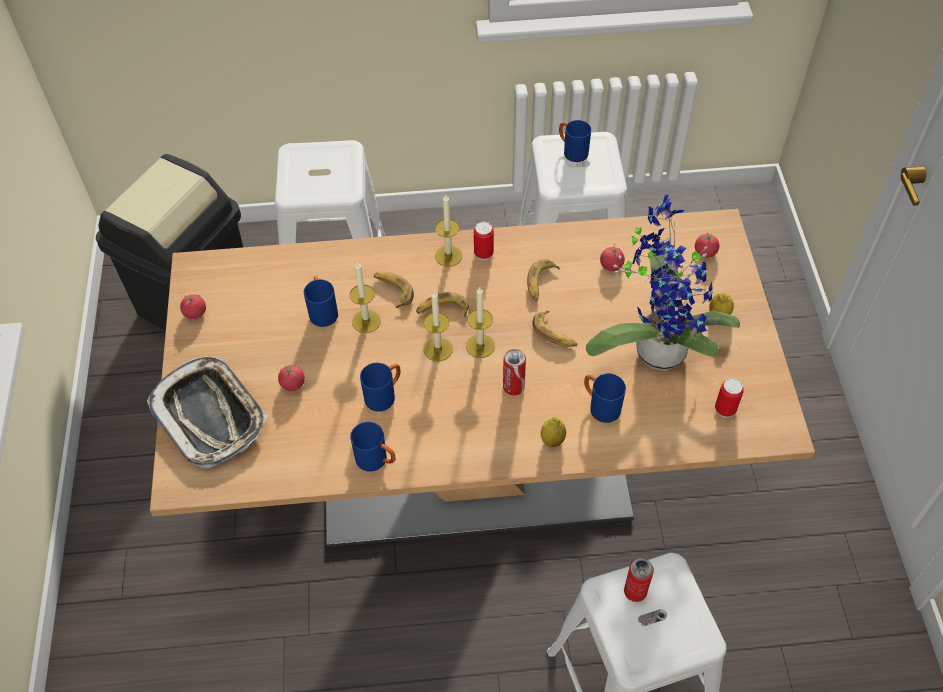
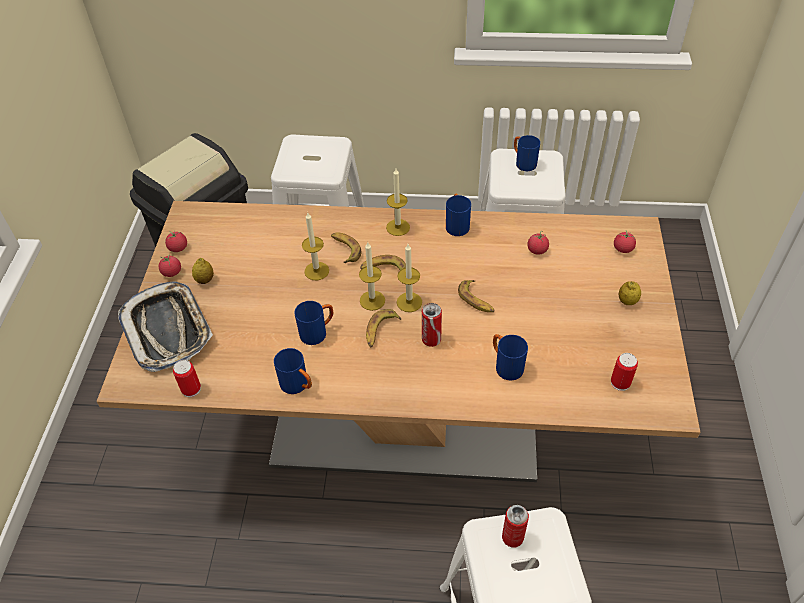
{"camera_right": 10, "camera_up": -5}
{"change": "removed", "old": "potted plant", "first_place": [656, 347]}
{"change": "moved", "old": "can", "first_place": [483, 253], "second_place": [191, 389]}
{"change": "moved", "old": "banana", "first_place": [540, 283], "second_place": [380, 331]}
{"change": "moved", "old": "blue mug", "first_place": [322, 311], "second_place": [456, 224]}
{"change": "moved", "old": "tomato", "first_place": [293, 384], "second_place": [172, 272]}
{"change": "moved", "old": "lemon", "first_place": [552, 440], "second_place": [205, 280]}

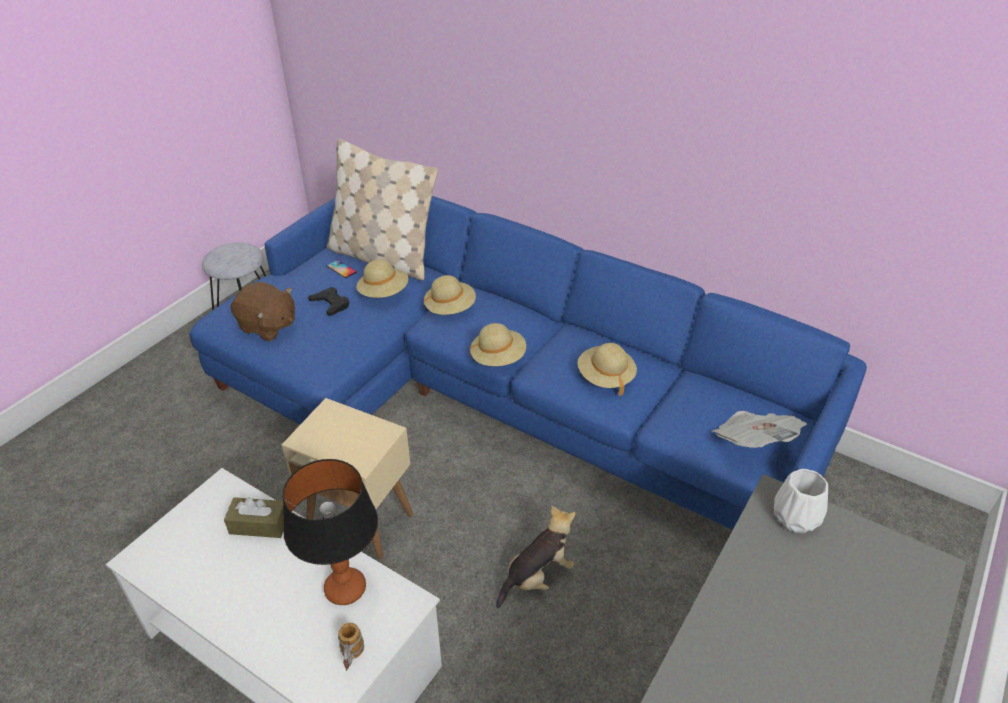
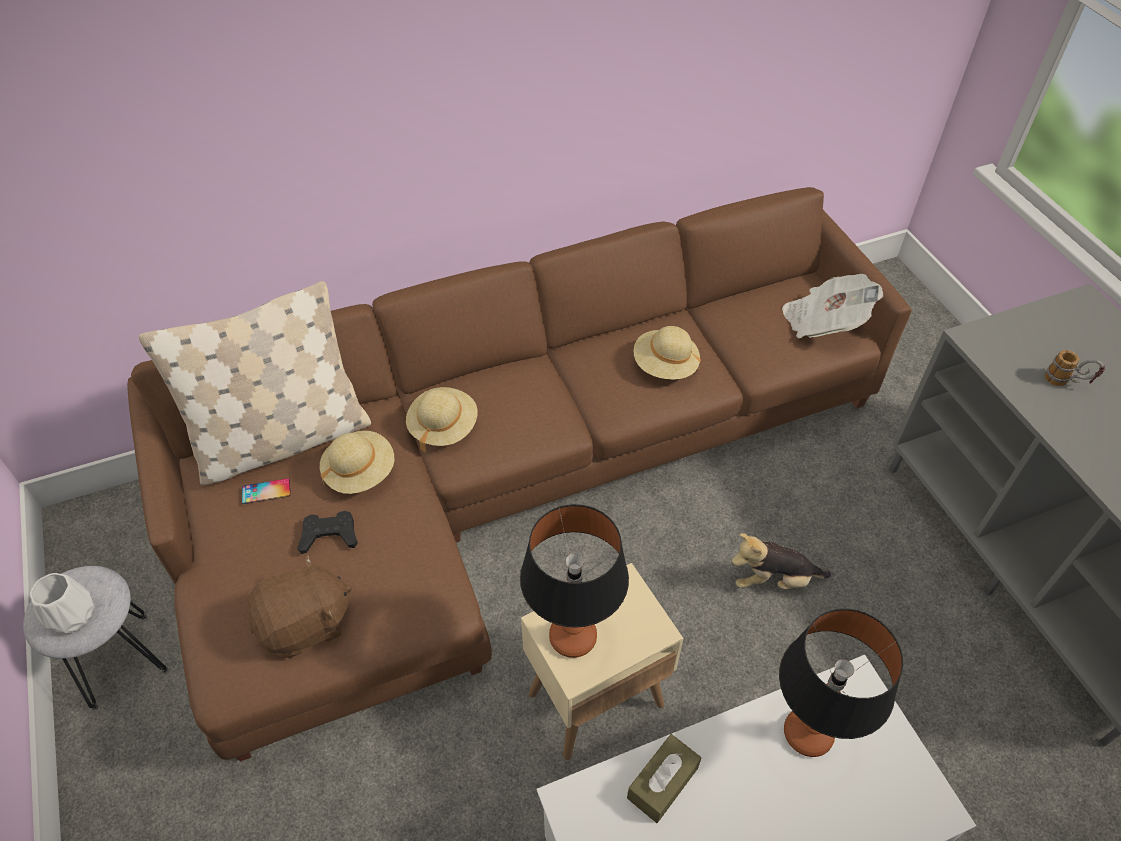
{"camera_right": -55, "camera_up": 10}
{"change": "recoloured", "old": "blue sofa", "new": "brown sofa", "first_place": [492, 392], "second_place": [507, 478]}
{"change": "removed", "old": "beige hat", "first_place": [498, 358]}
{"change": "moved", "old": "white vase", "first_place": [796, 518], "second_place": [73, 615]}
{"change": "turned", "old": "plush toy", "first_place": [537, 576], "second_place": [773, 579], "degrees": -90}
{"change": "moved", "old": "mug", "first_place": [351, 659], "second_place": [1067, 382]}
{"change": "added", "new": "table lamp", "second_place": [572, 636]}

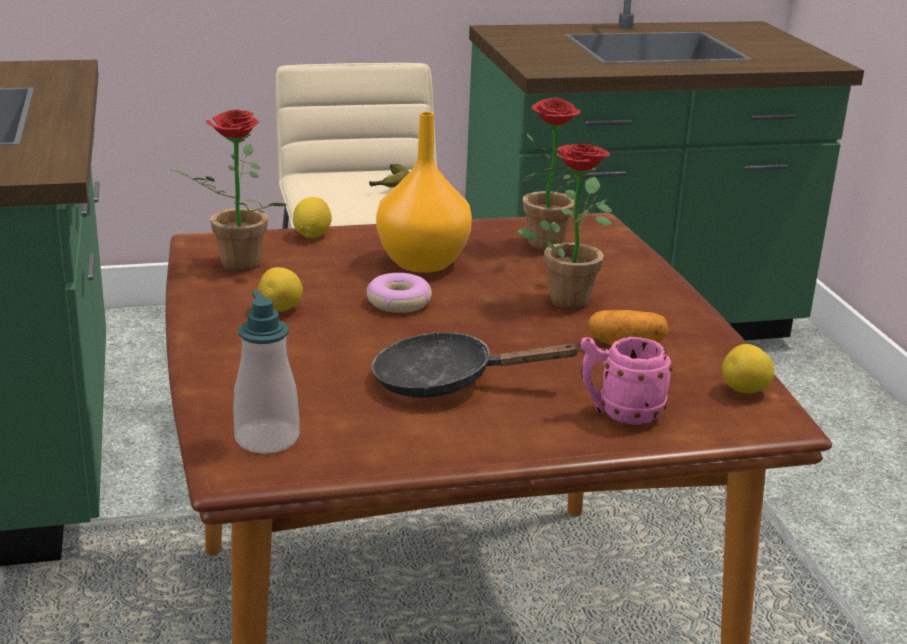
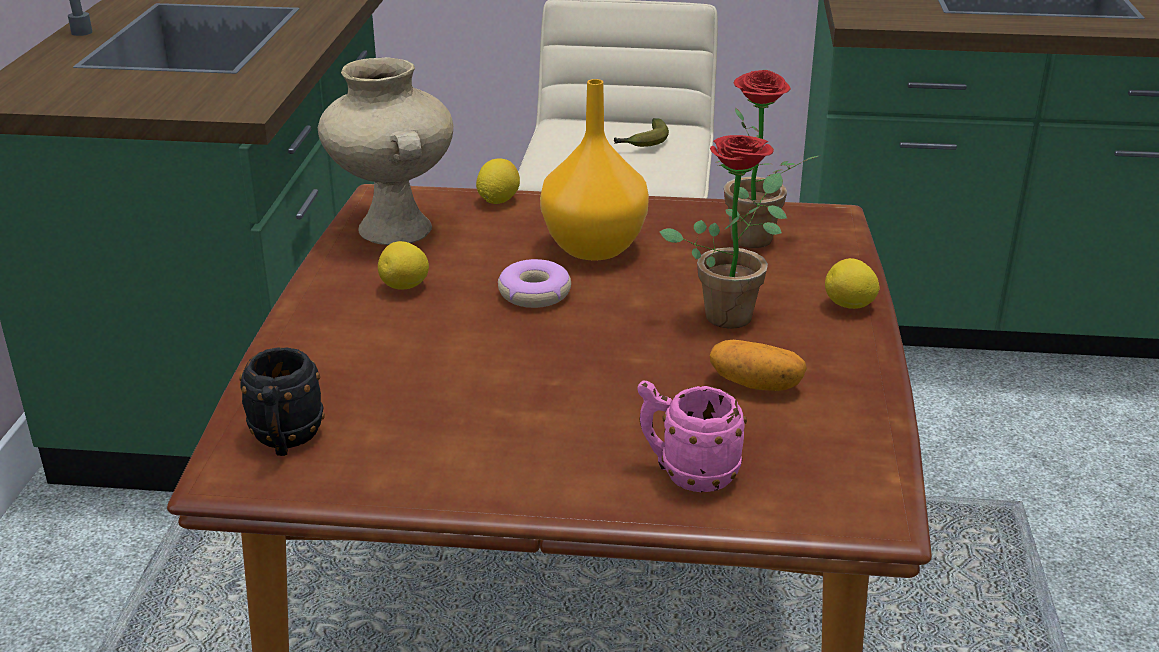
{"camera_right": 20, "camera_up": 5}
{"change": "replaced", "old": "potted plant", "new": "beige vase", "first_place": [233, 266], "second_place": [392, 228]}
{"change": "replaced", "old": "soap dispenser", "new": "black mug", "first_place": [267, 439], "second_place": [285, 441]}
{"change": "removed", "old": "black frying pan", "first_place": [445, 381]}
{"change": "moved", "old": "lemon", "first_place": [745, 391], "second_place": [849, 306]}

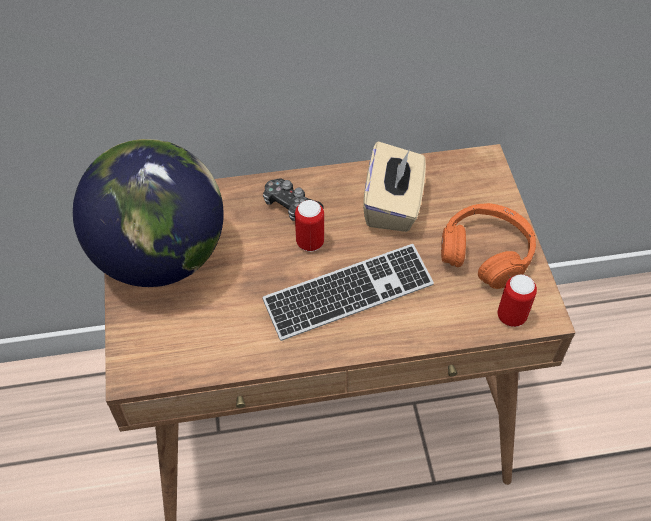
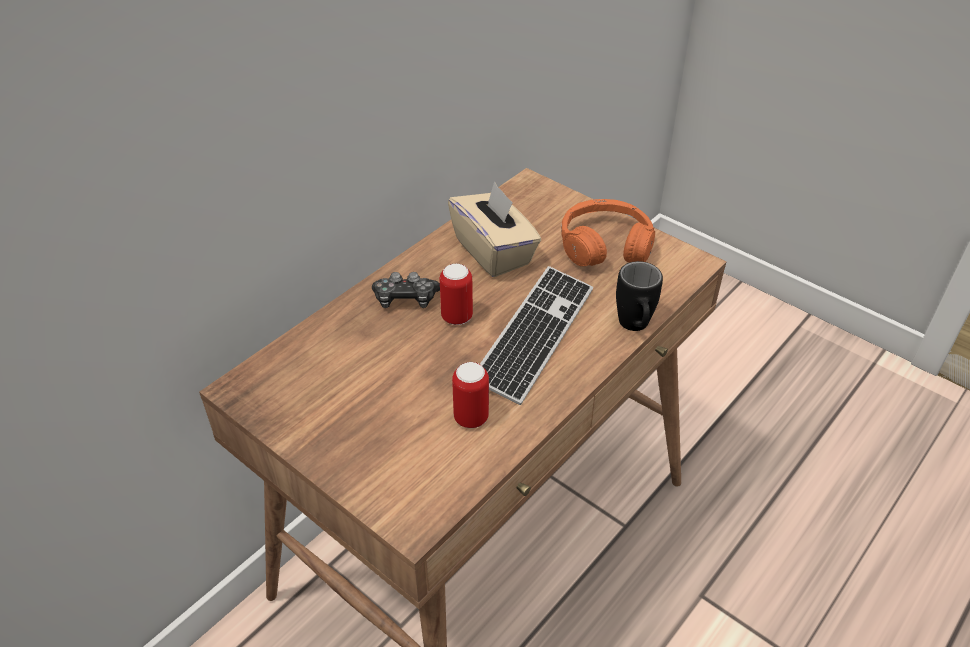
{"camera_right": -40, "camera_up": -10}
{"change": "removed", "old": "globe", "first_place": [161, 257]}
{"change": "moved", "old": "can", "first_place": [511, 316], "second_place": [471, 418]}
{"change": "added", "new": "black mug", "second_place": [635, 328]}

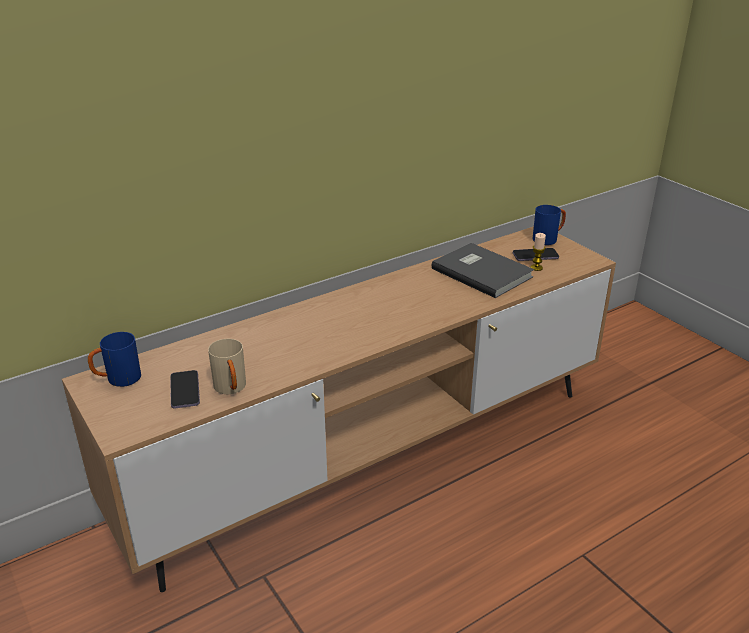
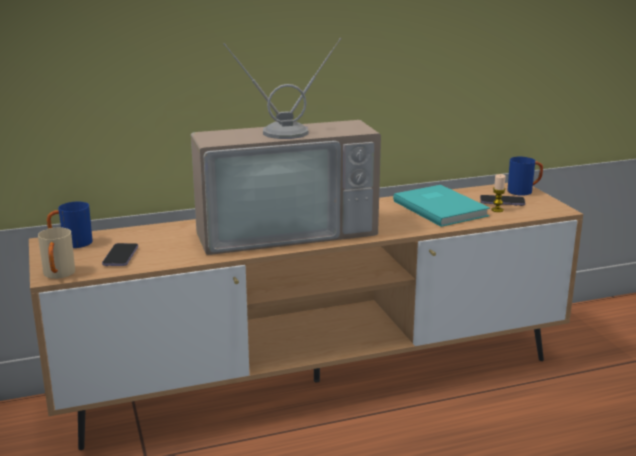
{"camera_right": 15, "camera_up": -10}
{"change": "recoloured", "old": "grey book", "new": "turquoise book", "first_place": [482, 271], "second_place": [441, 207]}
{"change": "moved", "old": "beige mug", "first_place": [231, 389], "second_place": [58, 275]}
{"change": "added", "new": "television", "second_place": [285, 229]}

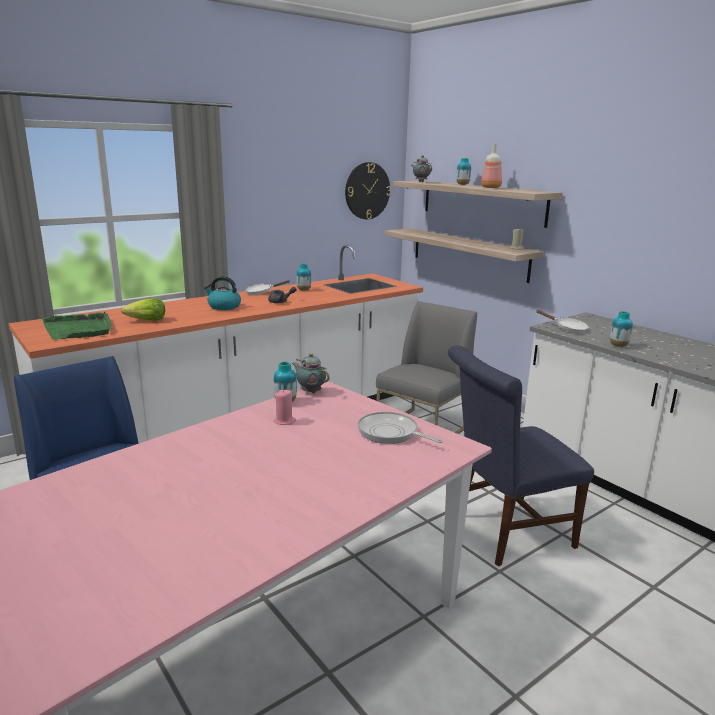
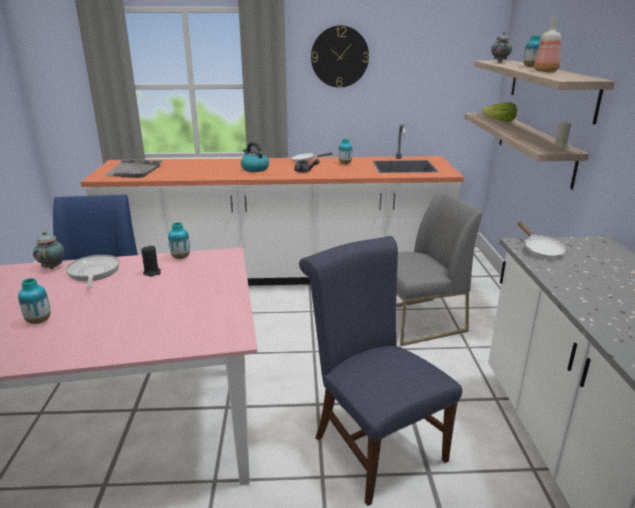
{"camera_right": 35, "camera_up": 5}
{"change": "moved", "old": "wall clock", "first_place": [367, 191], "second_place": [339, 57]}
{"change": "moved", "old": "lettuce", "first_place": [146, 321], "second_place": [500, 121]}
{"change": "moved", "old": "vase", "first_place": [618, 345], "second_place": [39, 321]}
{"change": "recoloured", "old": "green tray", "new": "grey tray", "first_place": [79, 329], "second_place": [134, 171]}
{"change": "turned", "old": "blue chair", "first_place": [504, 531], "second_place": [373, 444], "degrees": 45}
{"change": "moved", "old": "teapot", "first_place": [310, 392], "second_place": [53, 267]}
{"change": "recoloured", "old": "pink candle", "new": "black candle", "first_place": [284, 421], "second_place": [152, 272]}
{"change": "moved", "old": "frying pan", "first_place": [390, 433], "second_place": [93, 273]}

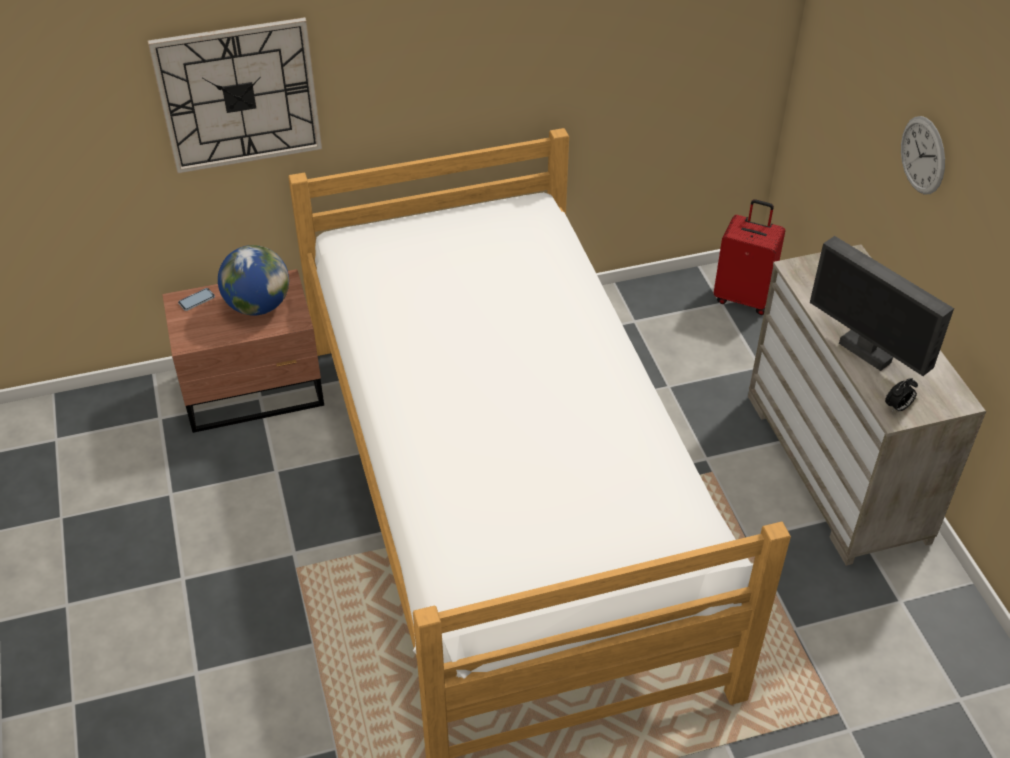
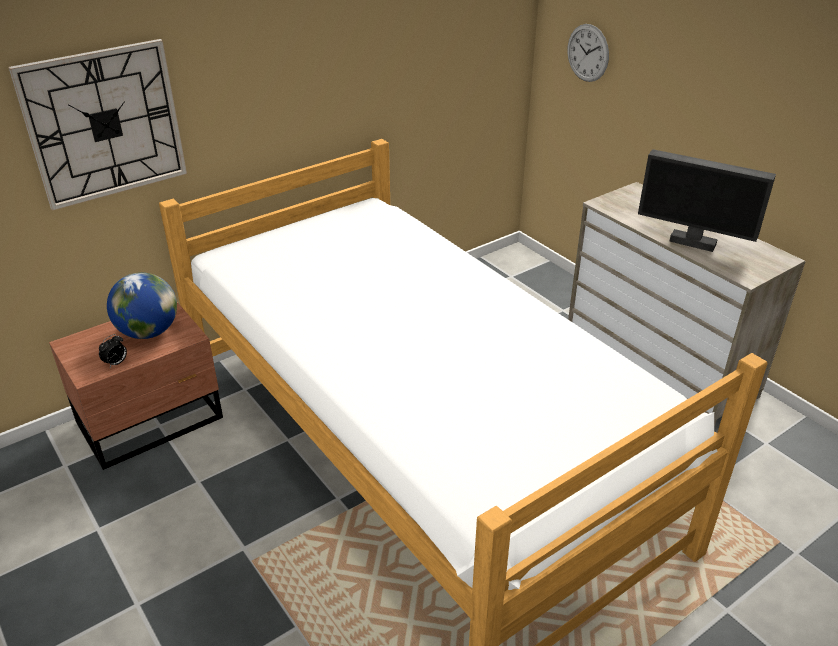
{"camera_right": -20, "camera_up": -10}
{"change": "moved", "old": "wall clock", "first_place": [923, 155], "second_place": [587, 53]}
{"change": "removed", "old": "red suitcase", "first_place": [743, 297]}
{"change": "removed", "old": "phone", "first_place": [196, 300]}
{"change": "moved", "old": "alarm clock", "first_place": [897, 407], "second_place": [116, 363]}

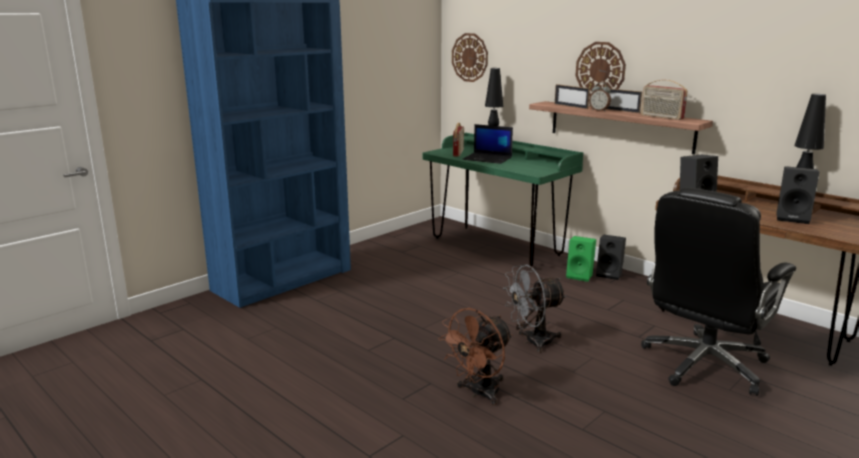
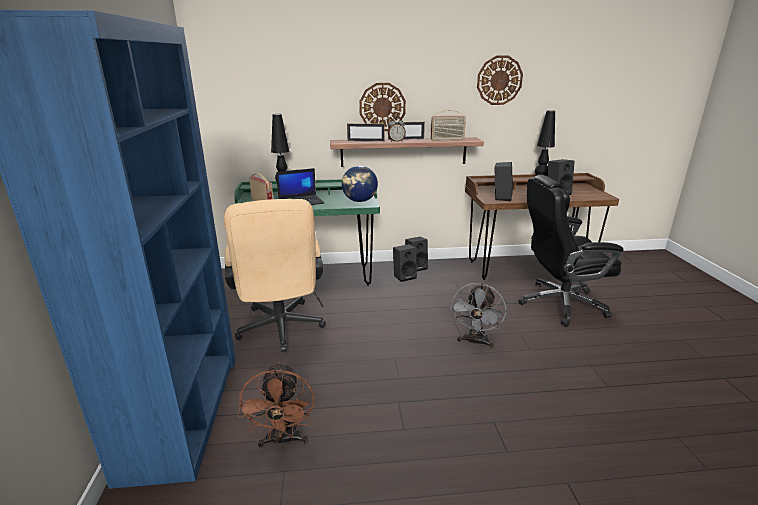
{"camera_right": -50, "camera_up": 5}
{"change": "moved", "old": "wall clock", "first_place": [470, 57], "second_place": [499, 80]}
{"change": "turned", "old": "black office chair", "first_place": [703, 365], "second_place": [559, 304], "degrees": 90}
{"change": "recoloured", "old": "green speaker", "new": "black speaker", "first_place": [580, 276], "second_place": [404, 276]}
{"change": "moved", "old": "brown fan", "first_place": [478, 393], "second_place": [283, 441]}
{"change": "added", "new": "globe", "second_place": [360, 201]}
{"change": "added", "new": "beige office chair", "second_place": [281, 330]}

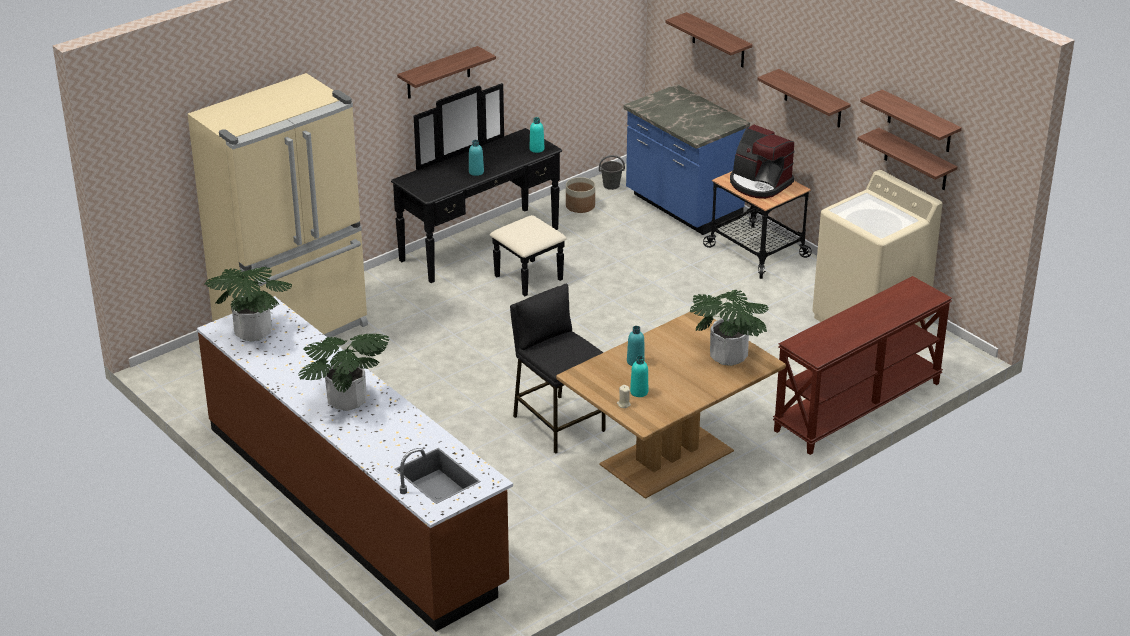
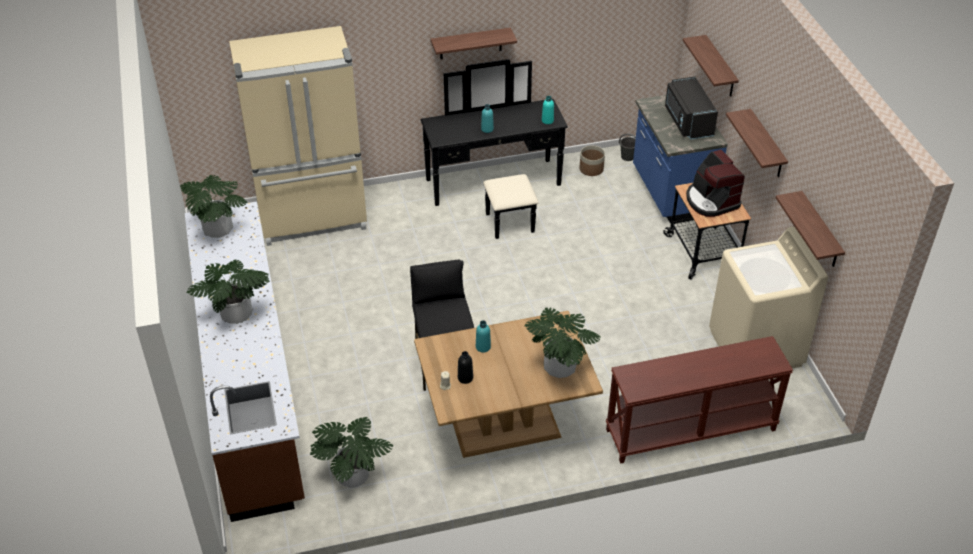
{"camera_right": 25, "camera_up": 10}
{"change": "removed", "old": "shelf", "first_place": [919, 122]}
{"change": "recoloured", "old": "turquoise bottle", "new": "black bottle", "first_place": [639, 392], "second_place": [465, 378]}
{"change": "added", "new": "black microwave", "second_place": [687, 121]}
{"change": "added", "new": "potted plant", "second_place": [353, 476]}

